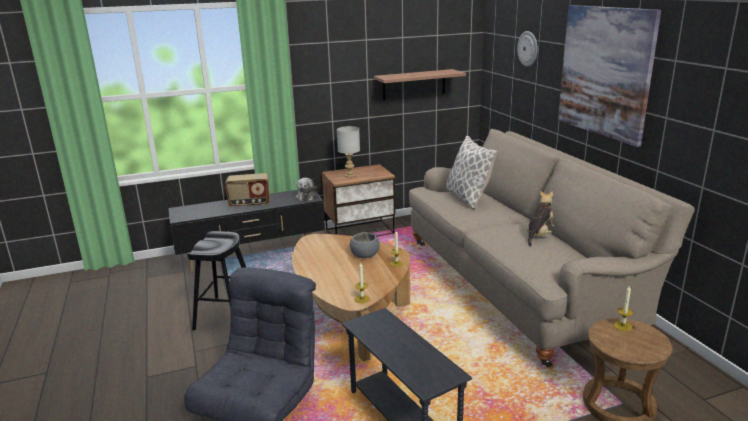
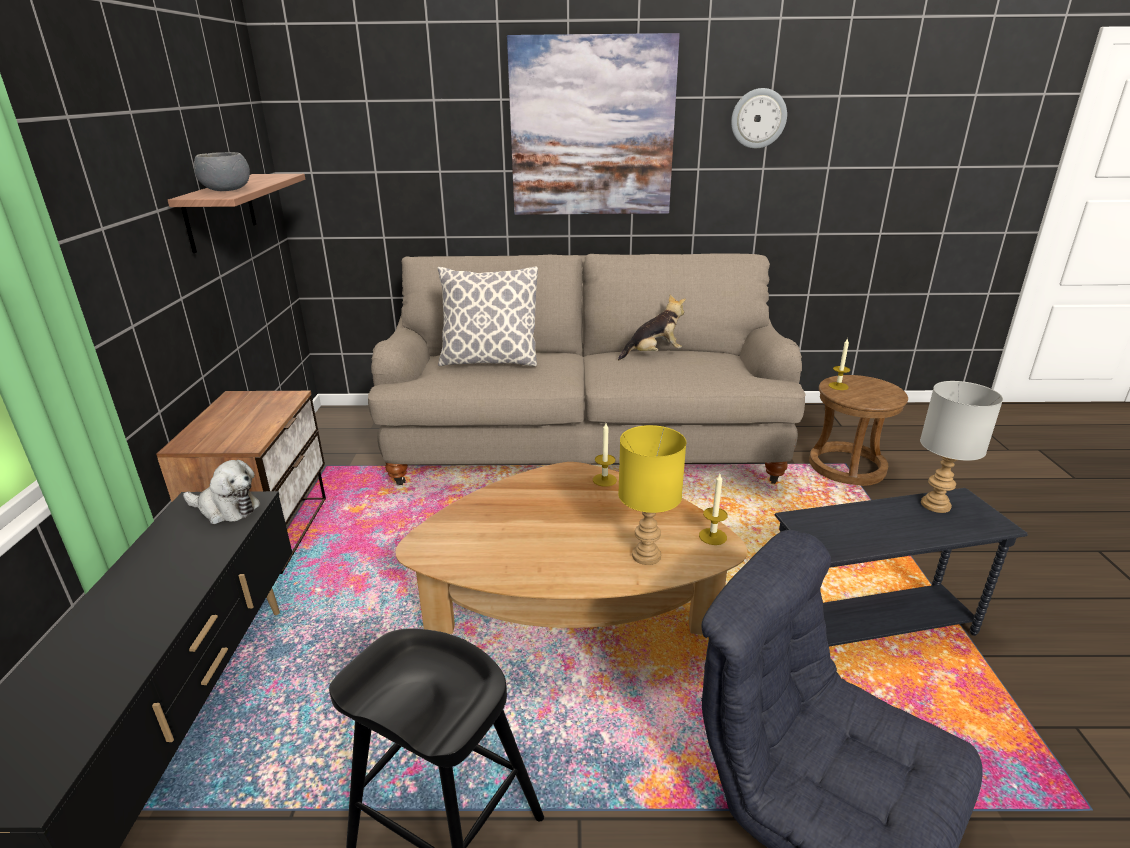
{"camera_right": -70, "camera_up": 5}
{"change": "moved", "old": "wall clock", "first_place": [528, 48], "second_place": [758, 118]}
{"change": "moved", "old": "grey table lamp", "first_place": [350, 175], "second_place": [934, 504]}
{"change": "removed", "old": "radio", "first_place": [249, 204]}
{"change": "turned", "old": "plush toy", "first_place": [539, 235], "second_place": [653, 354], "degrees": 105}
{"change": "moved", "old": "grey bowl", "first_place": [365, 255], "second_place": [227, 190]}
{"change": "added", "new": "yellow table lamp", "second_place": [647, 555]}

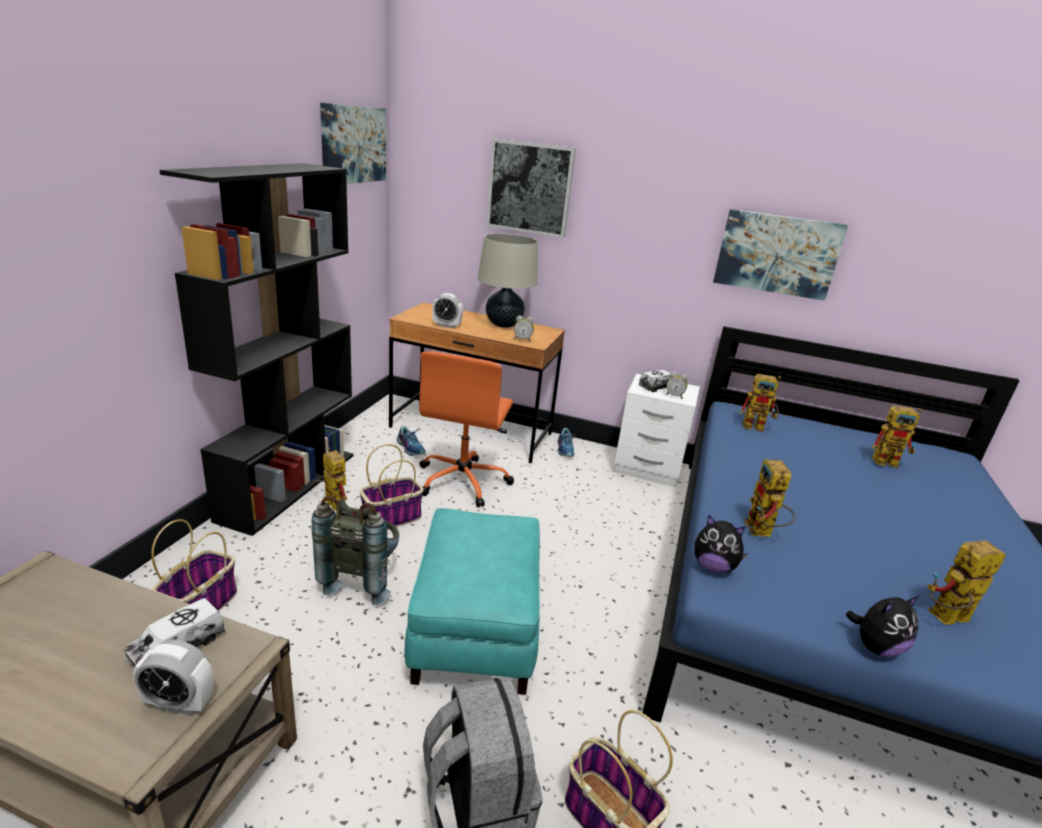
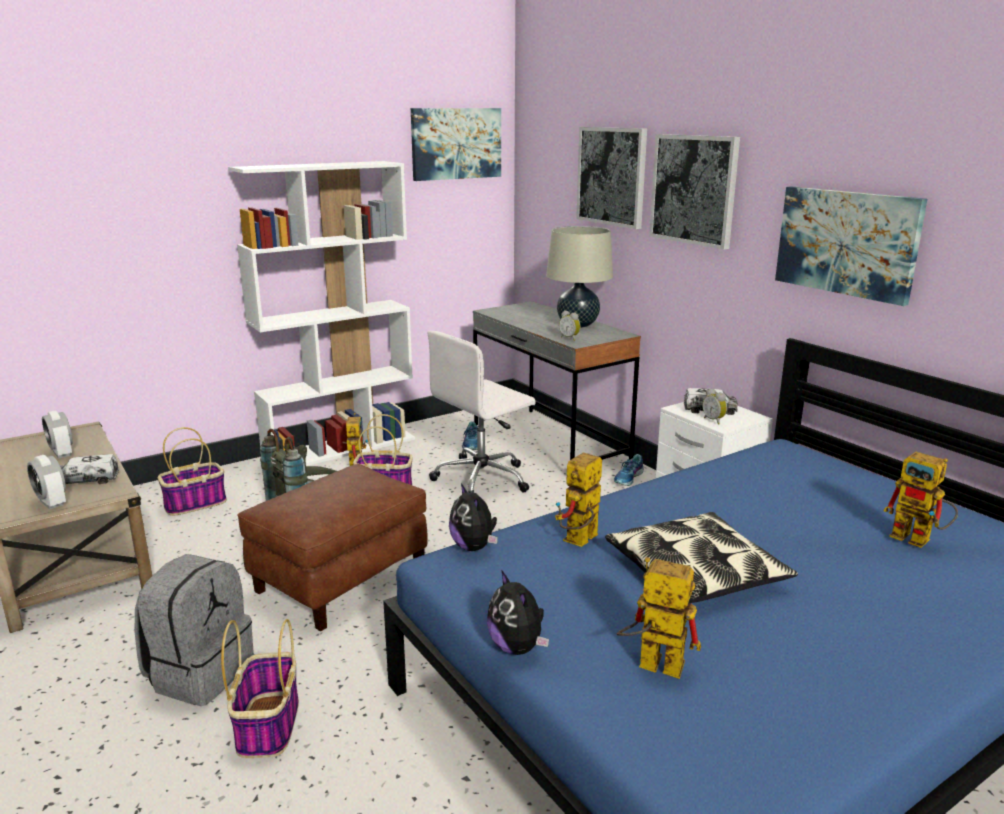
{"camera_right": 40, "camera_up": -5}
{"change": "recoloured", "old": "black bookcase", "new": "white bookcase", "first_place": [289, 485], "second_place": [340, 448]}
{"change": "moved", "old": "alarm clock", "first_place": [447, 325], "second_place": [62, 453]}
{"change": "recoloured", "old": "brown desk", "new": "grey desk", "first_place": [471, 431], "second_place": [549, 442]}
{"change": "recoloured", "old": "orange office chair", "new": "white office chair", "first_place": [463, 481], "second_place": [483, 478]}
{"change": "removed", "old": "toy robot", "first_place": [758, 427]}
{"change": "recoloured", "old": "turquoise ottoman", "new": "brown ottoman", "first_place": [474, 631], "second_place": [341, 579]}
{"change": "turned", "old": "plush toy", "first_place": [875, 647], "second_place": [517, 647], "degrees": 45}
{"change": "added", "new": "picture", "second_place": [694, 189]}
{"change": "added", "new": "pillow", "second_place": [695, 573]}

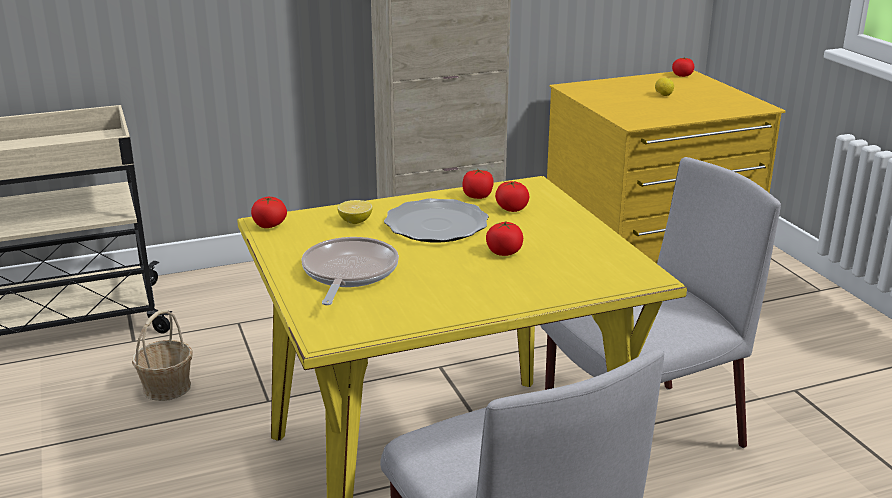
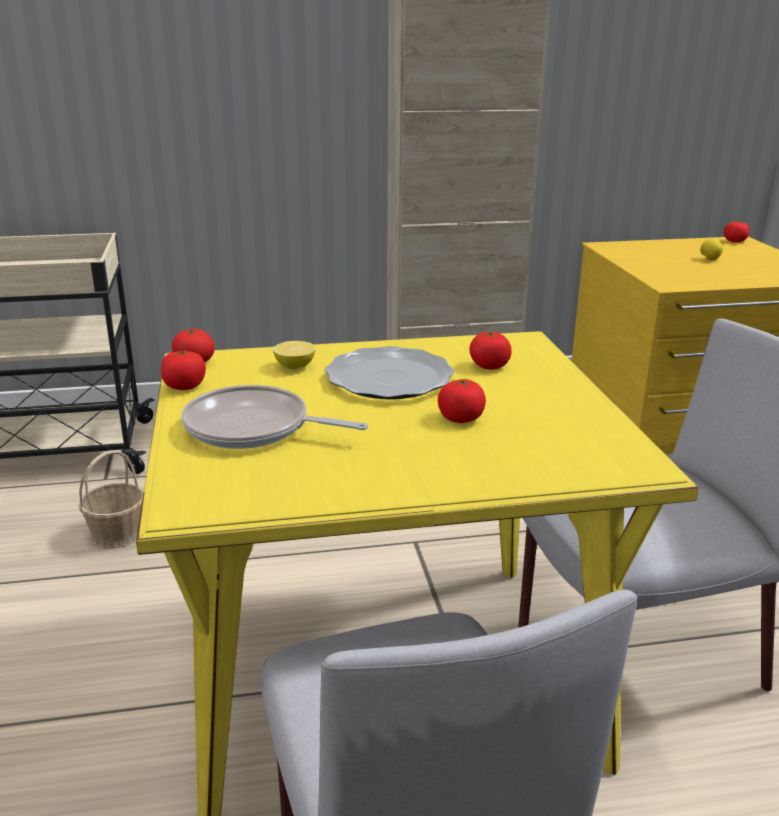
{"camera_right": 10, "camera_up": 0}
{"change": "moved", "old": "tomato", "first_place": [477, 196], "second_place": [184, 386]}
{"change": "turned", "old": "frying pan", "first_place": [348, 273], "second_place": [254, 428], "degrees": -90}

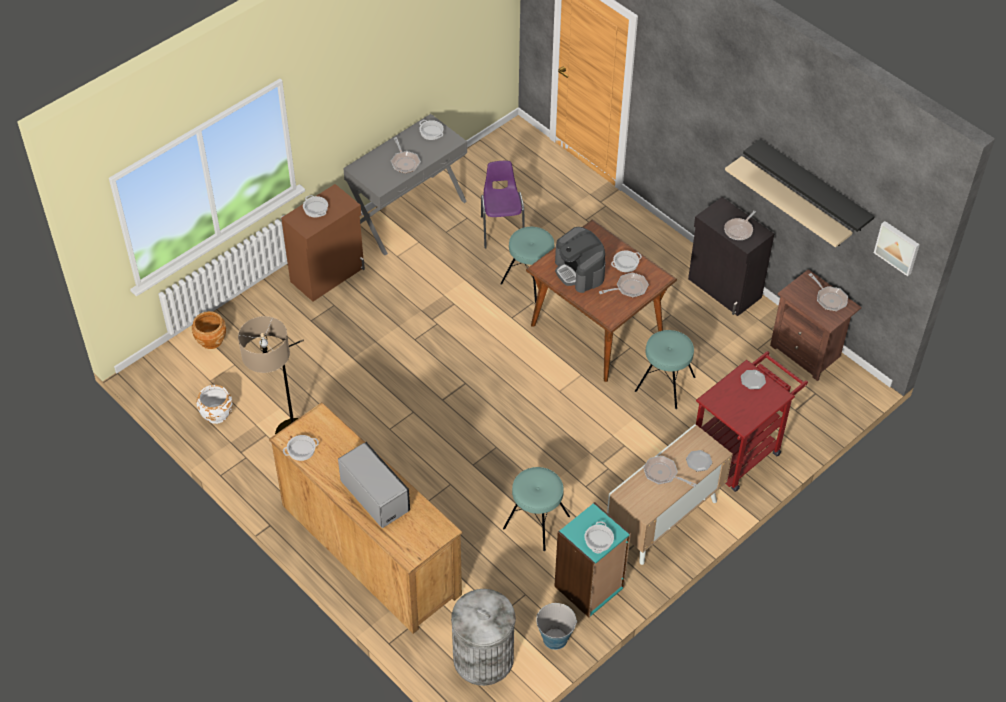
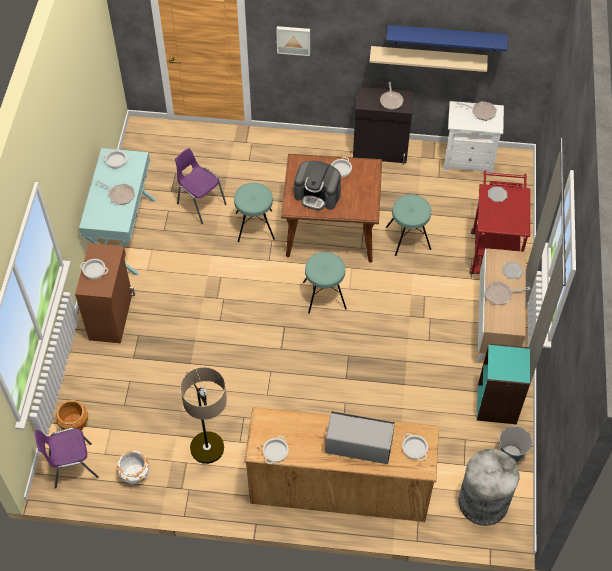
{"camera_right": -40, "camera_up": 5}
{"change": "recoloured", "old": "grey console table", "new": "turquoise console table", "first_place": [408, 213], "second_place": [124, 234]}
{"change": "recoloured", "old": "black shelf", "new": "blue shelf", "first_place": [814, 186], "second_place": [446, 38]}
{"change": "moved", "old": "picture", "first_place": [898, 247], "second_place": [293, 39]}
{"change": "recoloured", "old": "brown nightstand", "new": "white nightstand", "first_place": [807, 352], "second_place": [468, 159]}
{"change": "removed", "old": "frying pan", "first_place": [629, 288]}
{"change": "moved", "old": "turquoise stool", "first_place": [536, 522], "second_place": [324, 295]}
{"change": "moved", "old": "cooking pot", "first_place": [598, 540], "second_place": [414, 448]}
{"change": "added", "new": "purple chair", "second_place": [72, 466]}

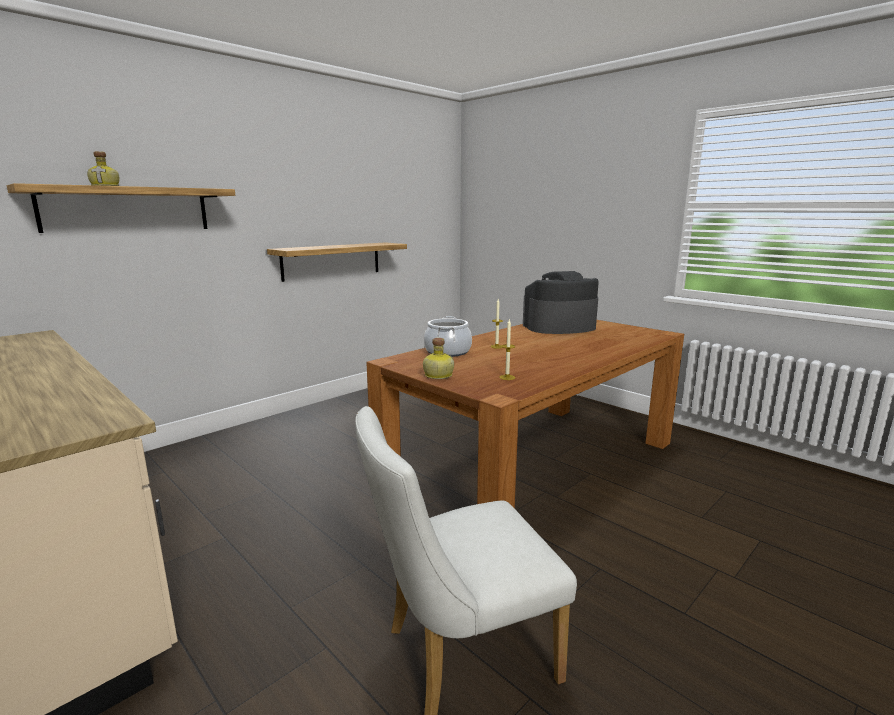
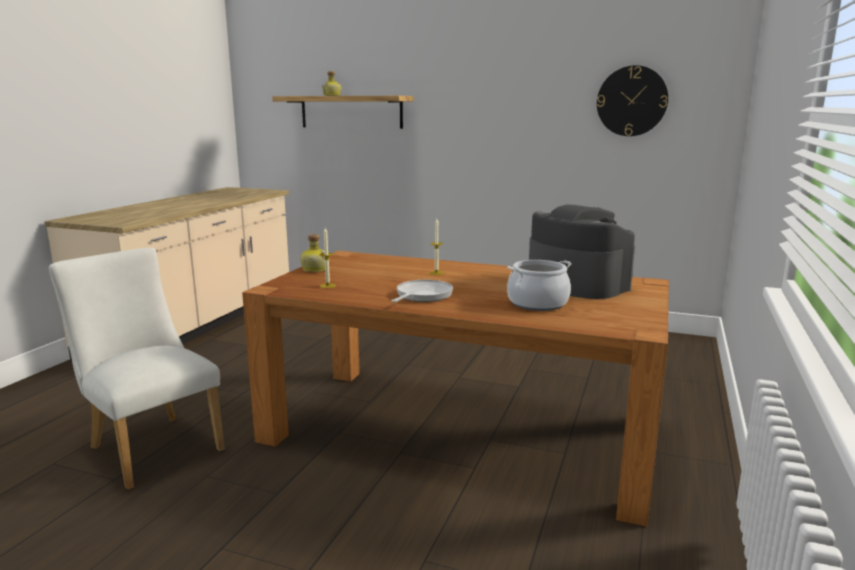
{"camera_right": 65, "camera_up": 0}
{"change": "removed", "old": "shelf", "first_place": [332, 261]}
{"change": "moved", "old": "cooking pot", "first_place": [448, 351], "second_place": [538, 303]}
{"change": "added", "new": "wall clock", "second_place": [632, 101]}
{"change": "added", "new": "frying pan", "second_place": [422, 296]}

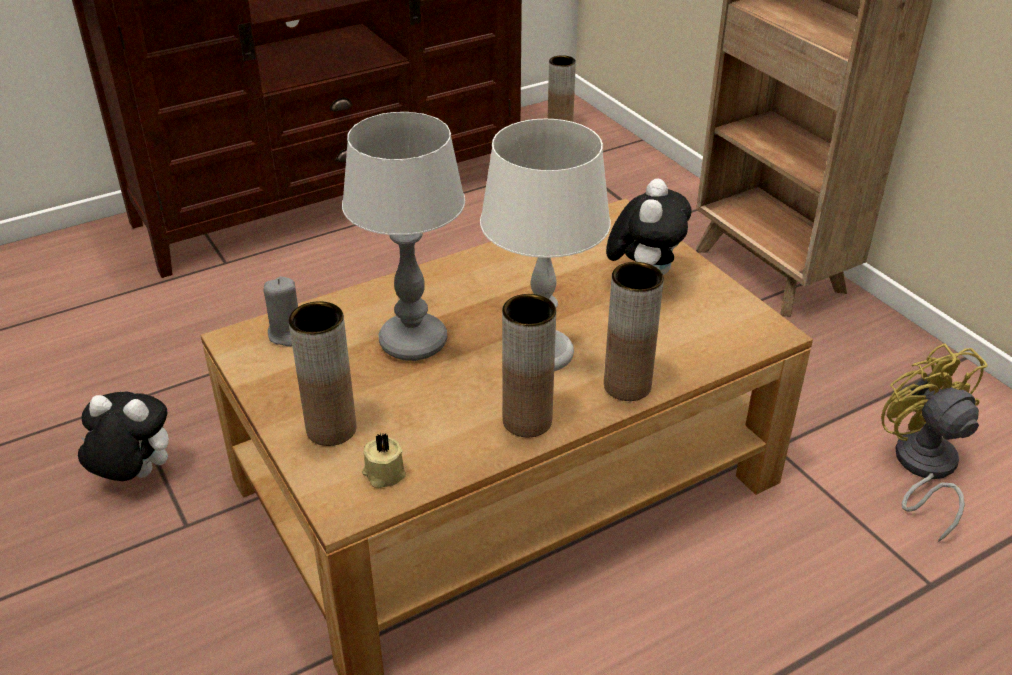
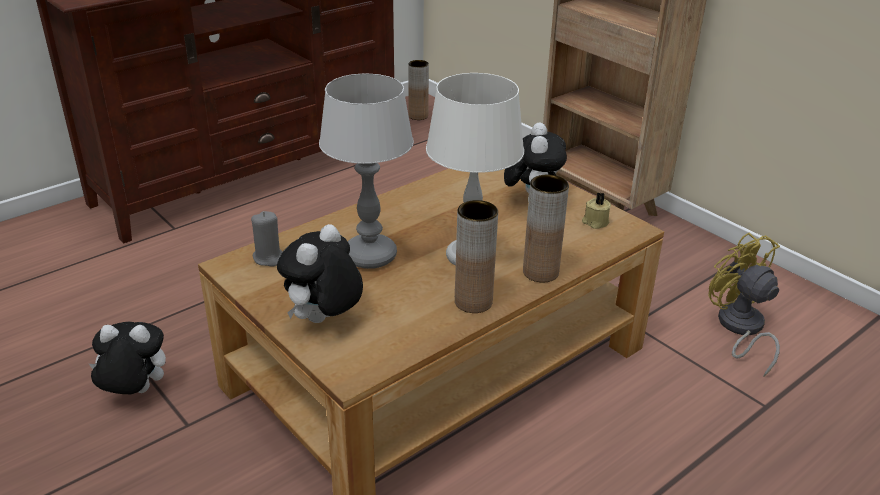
{"camera_right": -10, "camera_up": -5}
{"change": "replaced", "old": "brown vase", "new": "plush toy", "first_place": [331, 429], "second_place": [324, 321]}
{"change": "moved", "old": "beige candle", "first_place": [383, 474], "second_place": [595, 222]}

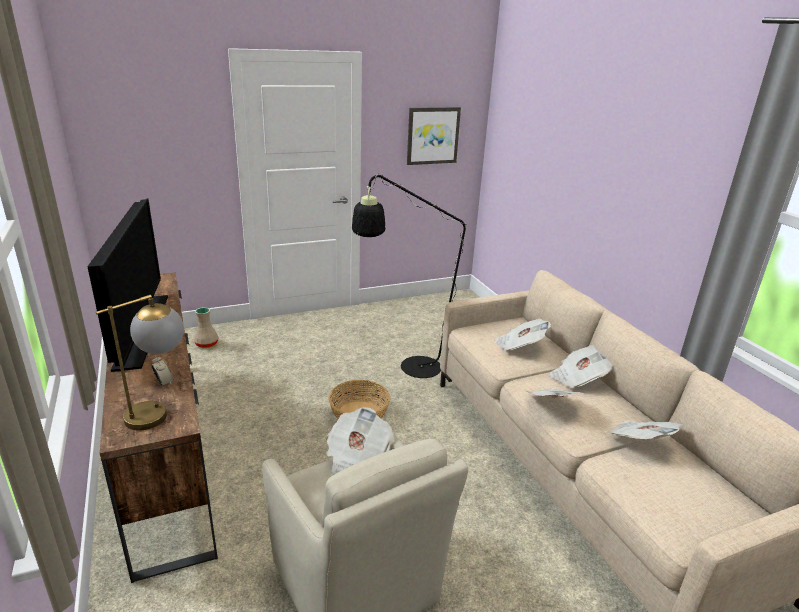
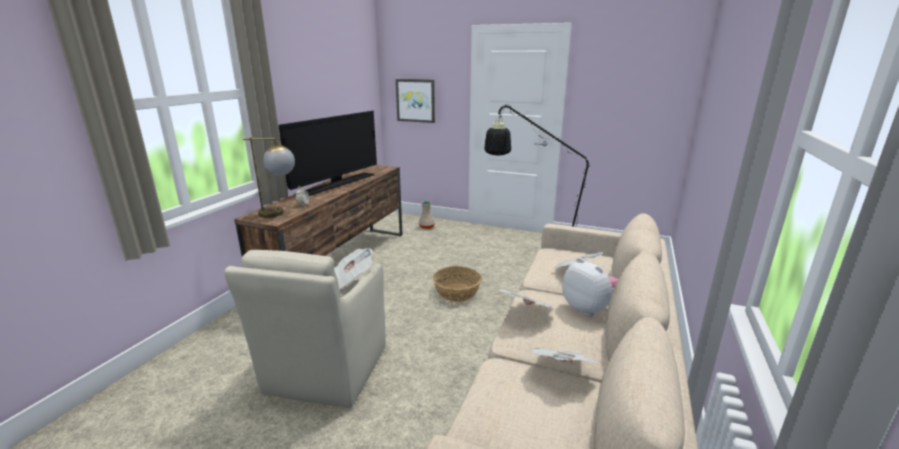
{"camera_right": 45, "camera_up": -5}
{"change": "moved", "old": "picture", "first_place": [432, 135], "second_place": [415, 100]}
{"change": "replaced", "old": "newspaper", "new": "plush toy", "first_place": [578, 379], "second_place": [588, 309]}

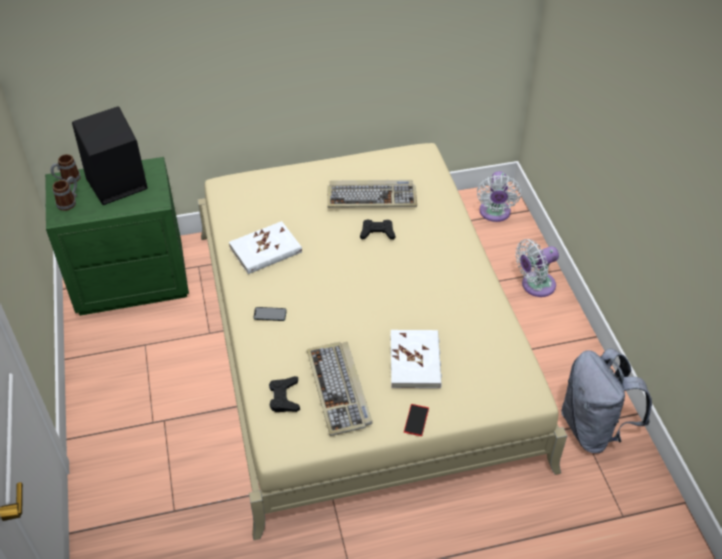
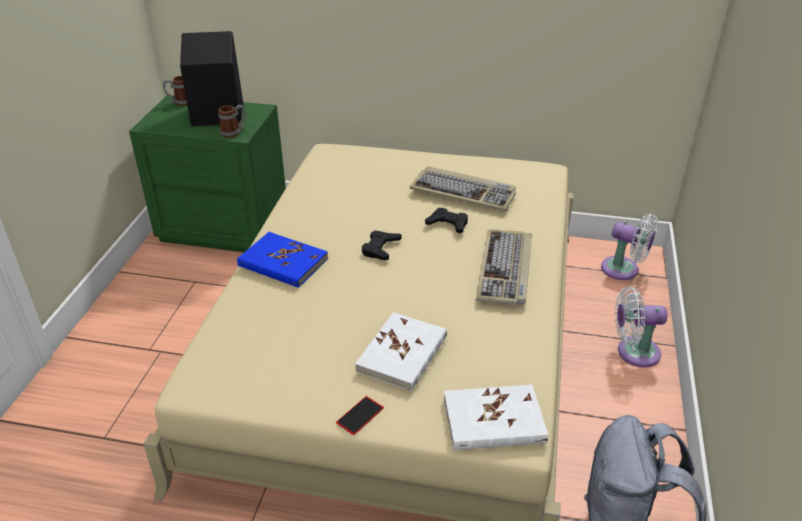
{"camera_right": 25, "camera_up": -10}
{"change": "turned", "old": "white fan", "first_place": [494, 213], "second_place": [624, 270], "degrees": -90}
{"change": "moved", "old": "mug", "first_place": [69, 202], "second_place": [234, 132]}
{"change": "moved", "old": "white book", "first_place": [265, 250], "second_place": [493, 421]}
{"change": "replaced", "old": "phone", "new": "blue book", "first_place": [270, 314], "second_place": [283, 263]}
{"change": "moved", "old": "keyboard", "first_place": [339, 389], "second_place": [505, 269]}
{"change": "moved", "old": "black game controller", "first_place": [284, 397], "second_place": [380, 248]}

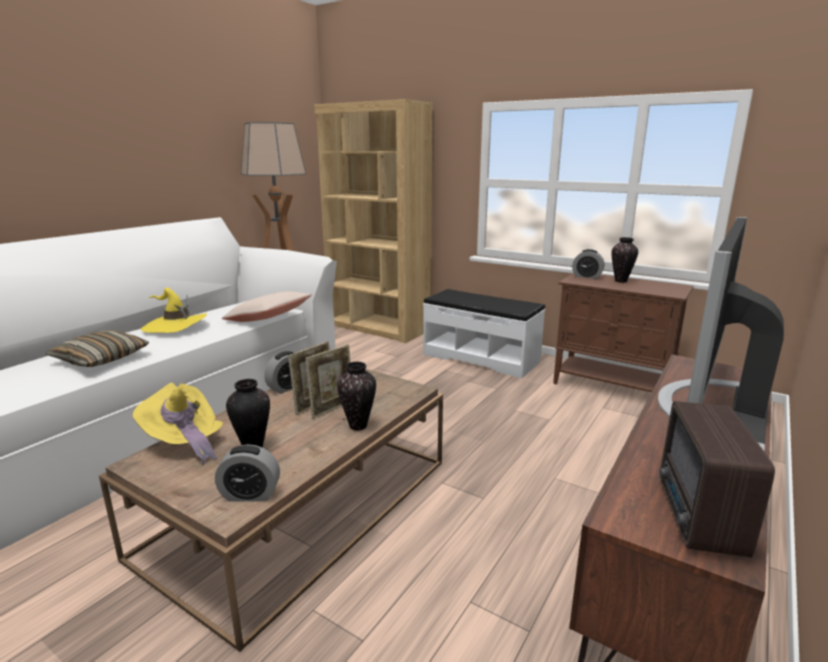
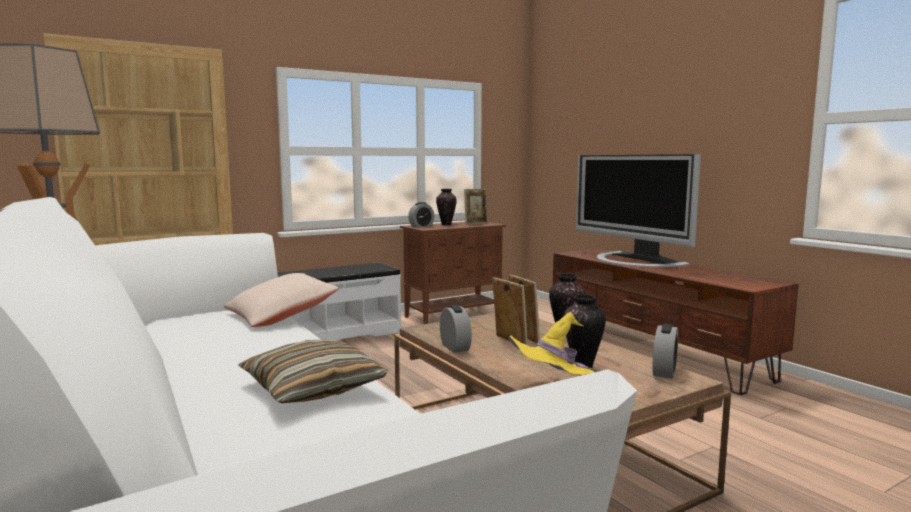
{"camera_right": -65, "camera_up": -10}
{"change": "removed", "old": "yellow hat", "first_place": [175, 326]}
{"change": "removed", "old": "radio", "first_place": [698, 518]}
{"change": "added", "new": "picture frame", "second_place": [476, 223]}

